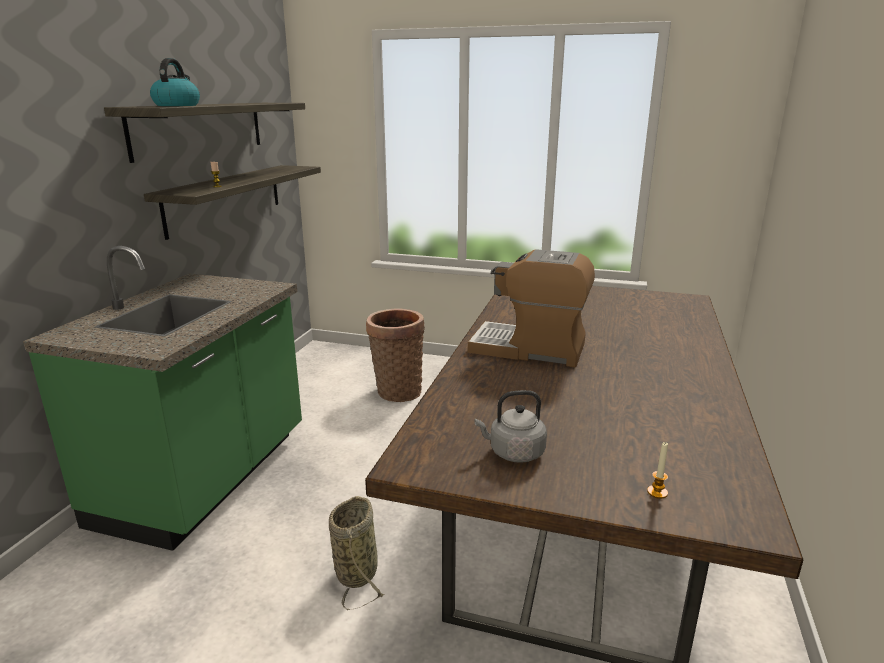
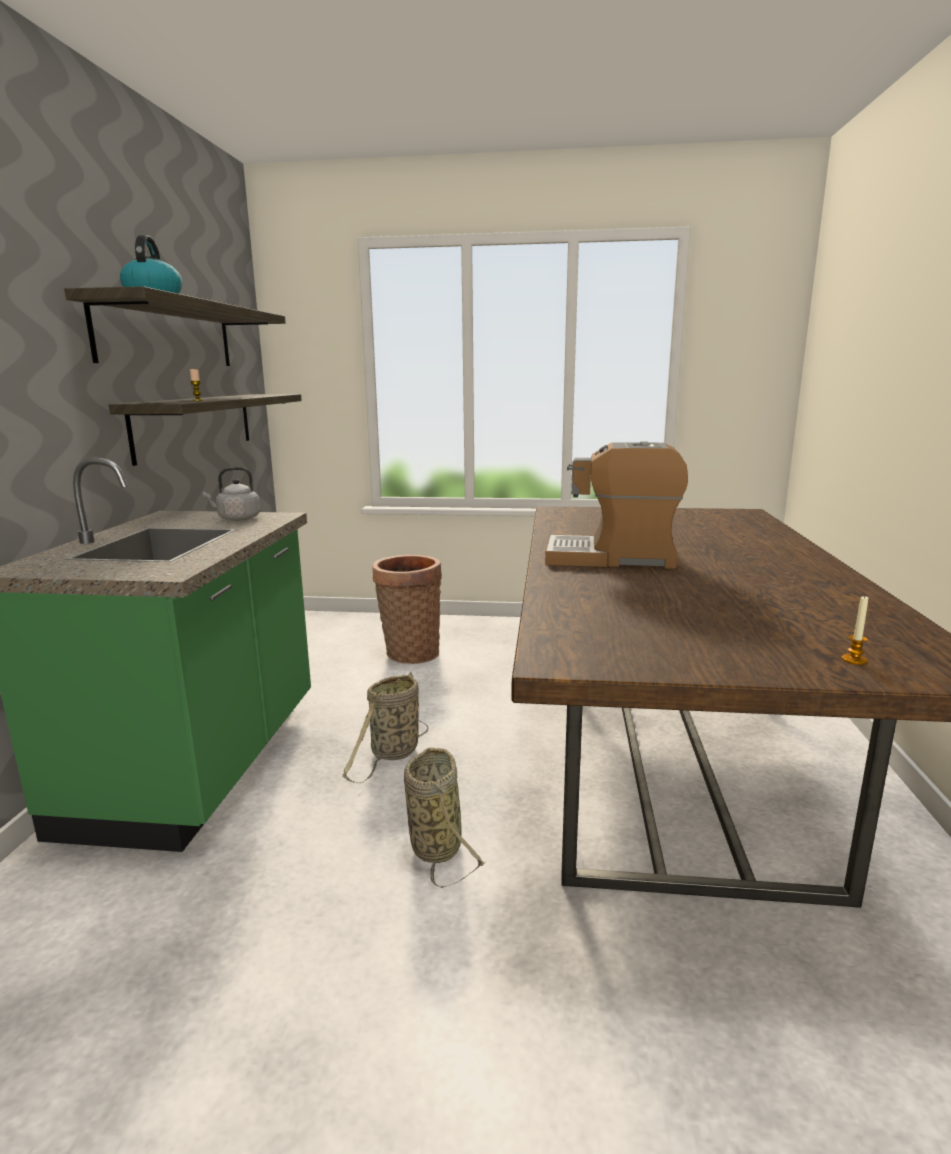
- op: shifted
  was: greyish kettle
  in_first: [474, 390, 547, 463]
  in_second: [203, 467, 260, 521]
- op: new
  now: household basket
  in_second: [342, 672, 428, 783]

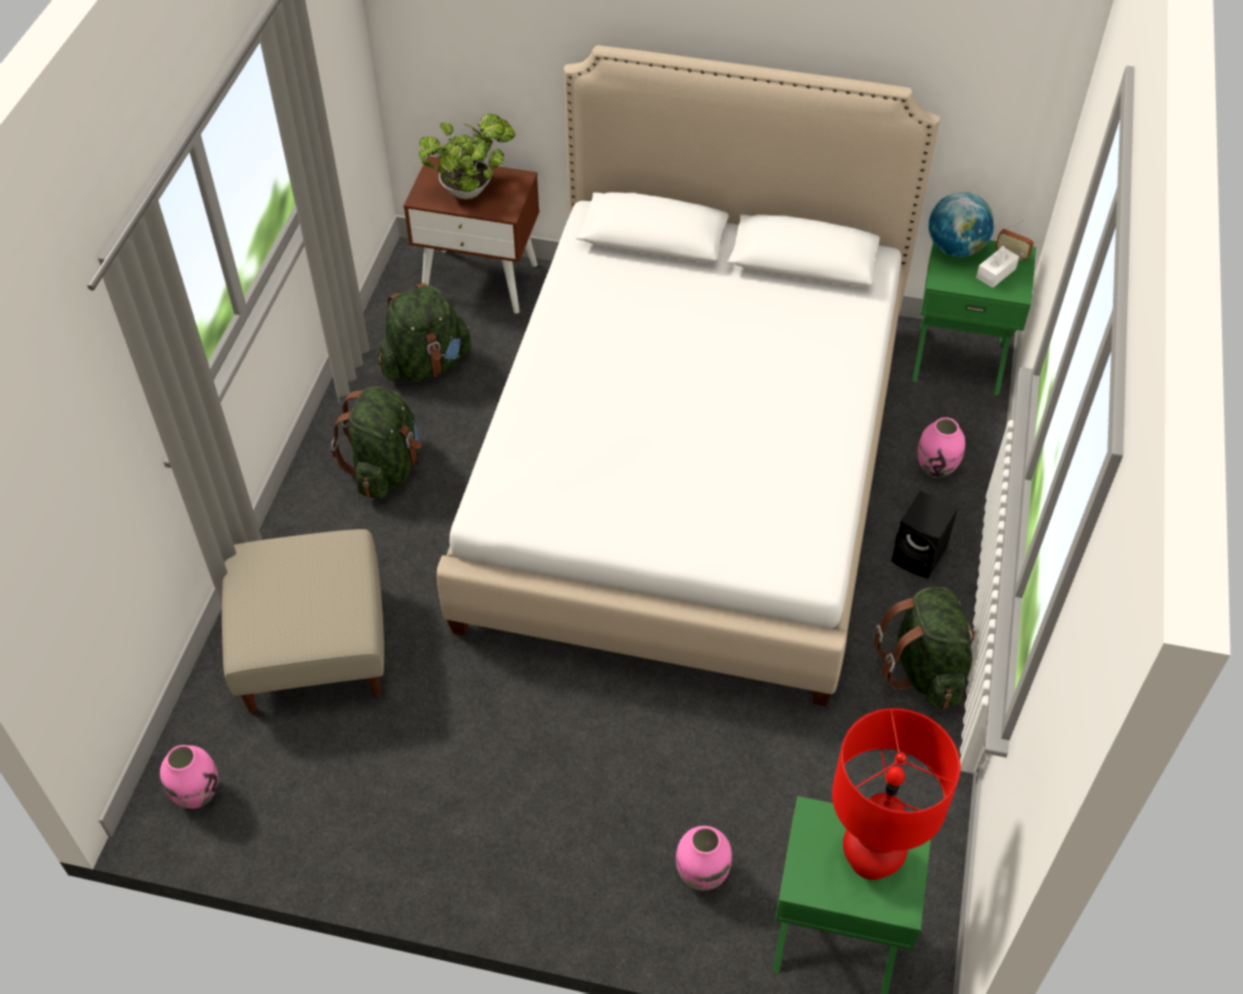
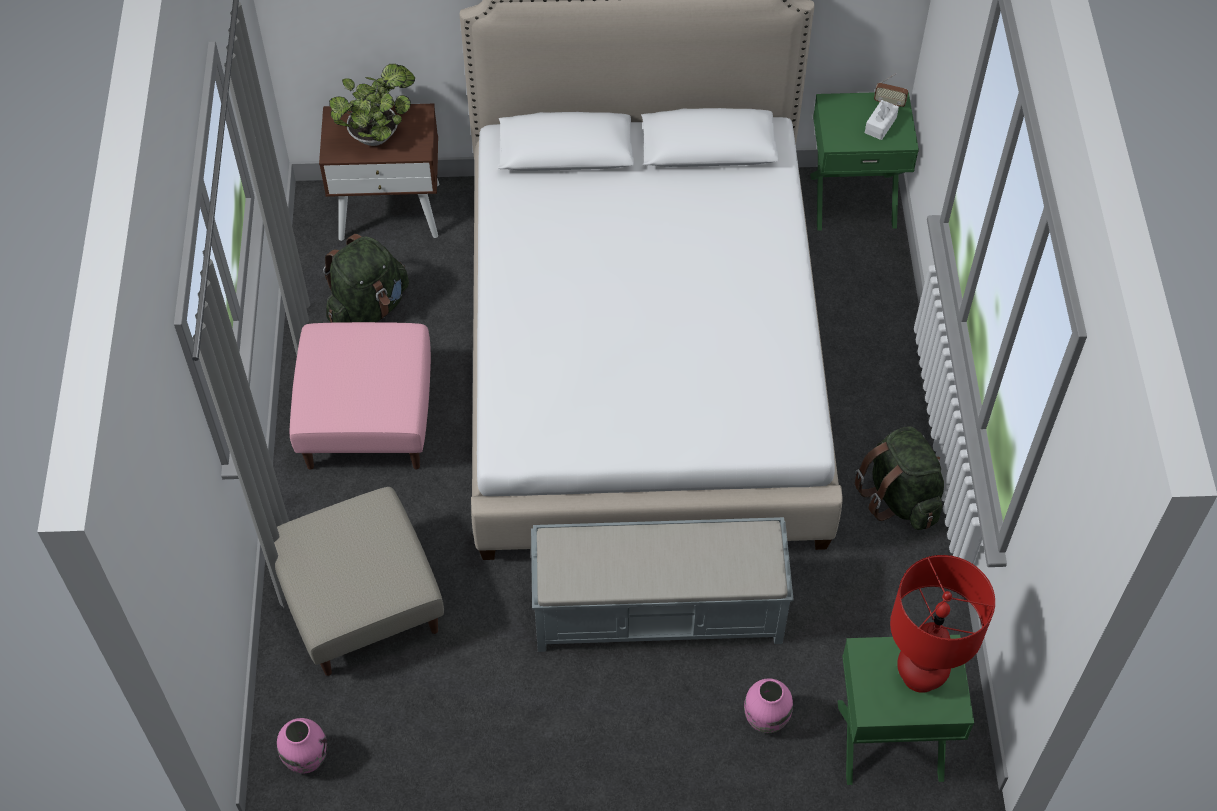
- op: swapped
  was: green rucksack
  now: pink ottoman
  in_first: [331, 387, 421, 499]
  in_second: [290, 322, 431, 470]
- op: new
  now: greyish indoor bench
  in_second: [531, 517, 794, 652]
- op: gone
  was: black-coloured audio speaker
  in_first: [891, 491, 958, 578]
- op: gone
  was: pink flower vase
  in_first: [917, 417, 965, 478]
- op: gone
  was: desk globe
  in_first: [928, 192, 994, 257]

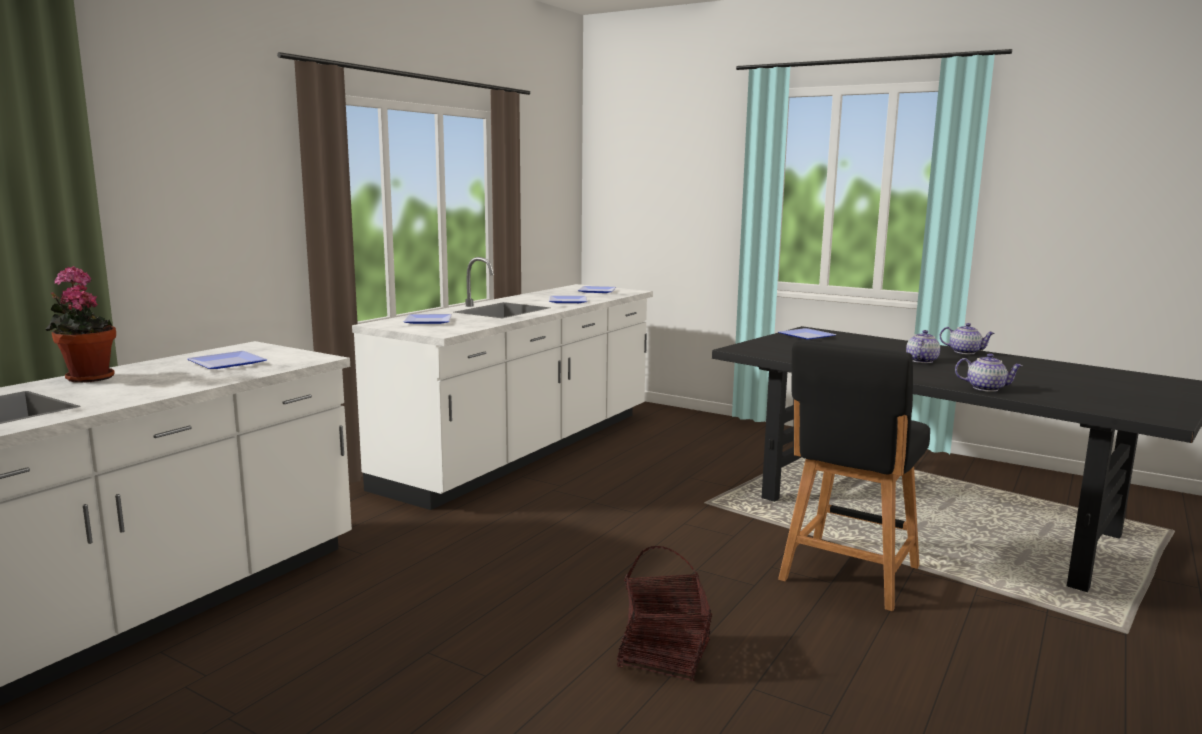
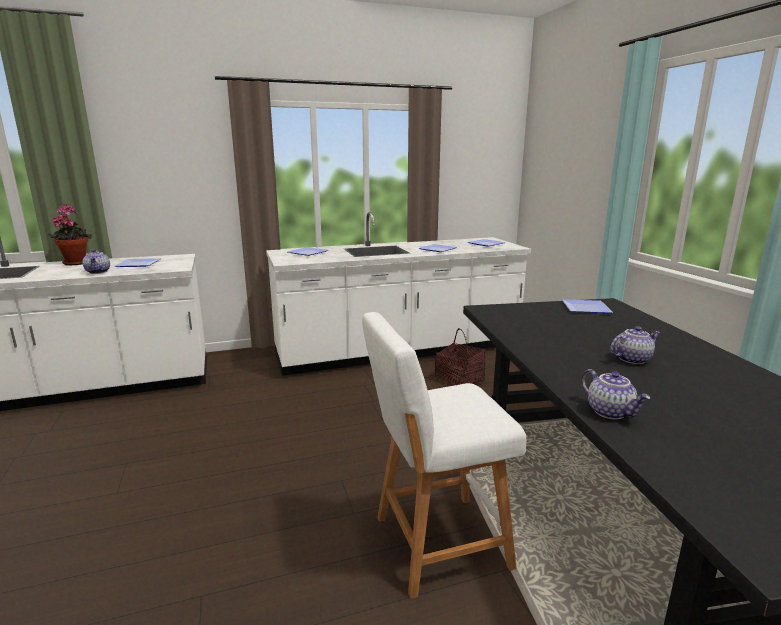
- op: shifted
  was: pot for tea
  in_first: [940, 323, 995, 354]
  in_second: [82, 249, 110, 274]
- op: repainted
  was: black-coloured sitting stool
  now: whitish sitting stool
  in_first: [778, 340, 930, 611]
  in_second: [362, 312, 527, 599]
- op: shifted
  was: household basket
  in_first: [617, 546, 713, 681]
  in_second: [435, 328, 485, 386]

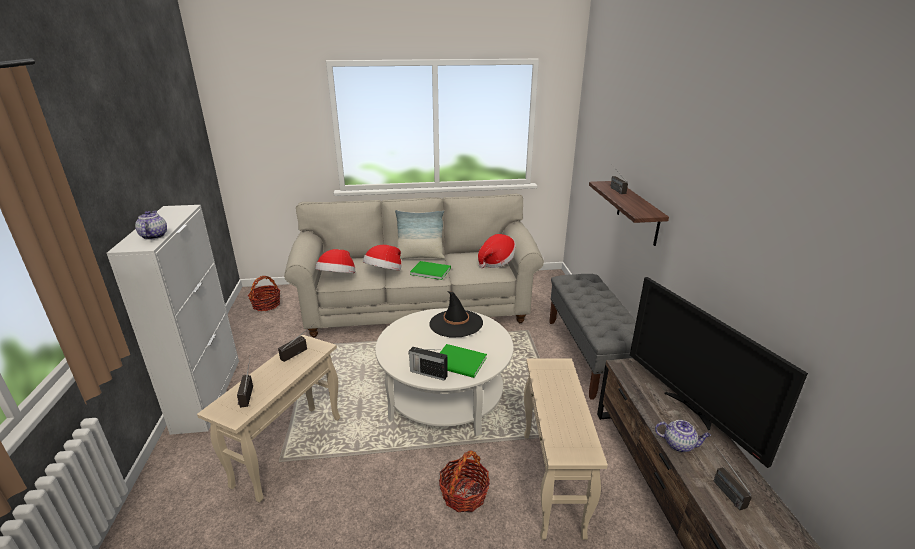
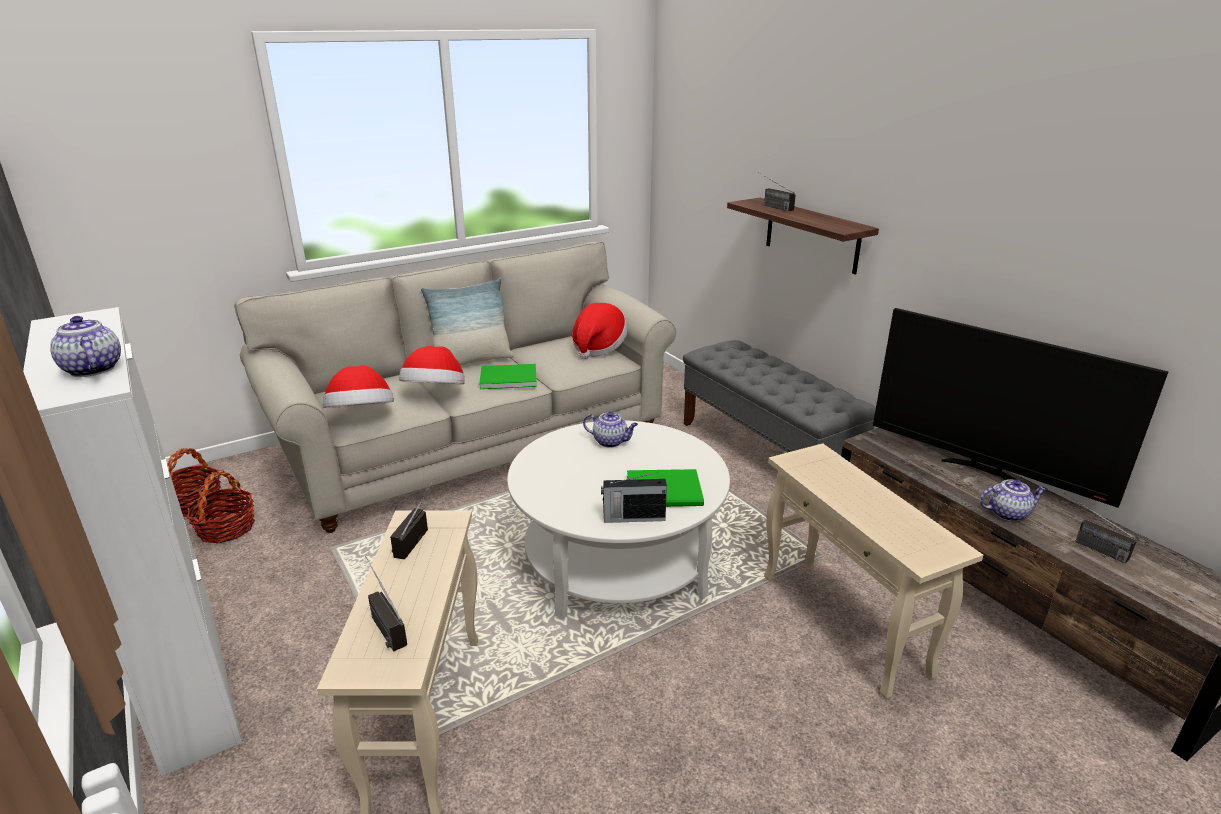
- op: shifted
  was: household basket
  in_first: [439, 450, 490, 512]
  in_second: [187, 470, 255, 543]
- op: swapped
  was: black-coloured clothing hat
  now: pot for tea
  in_first: [429, 291, 483, 337]
  in_second: [583, 411, 638, 448]

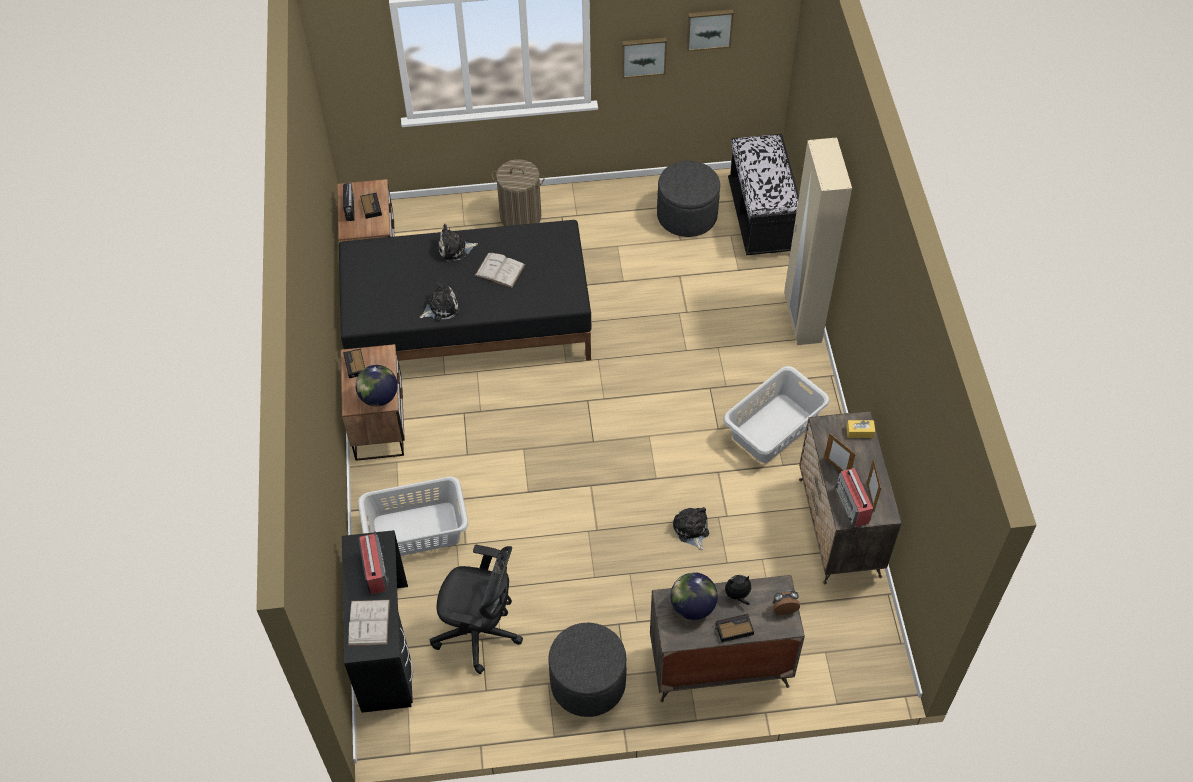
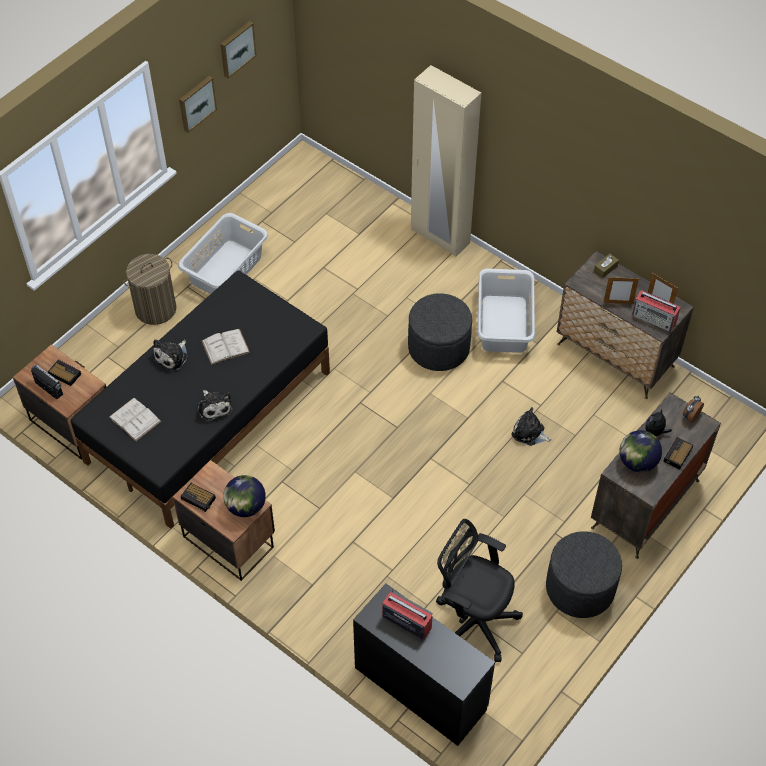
- op: shifted
  was: whitish bound book
  in_first: [348, 600, 390, 646]
  in_second: [109, 398, 161, 441]
- op: shifted
  was: greyish washing basket
  in_first: [358, 476, 468, 556]
  in_second: [178, 213, 268, 294]
- op: rotated
  was: cuddly toy
  in_first: [420, 281, 460, 321]
  in_second: [197, 390, 233, 422]
  clockwise: 135
- op: shifted
  was: greyish ottoman
  in_first: [657, 161, 720, 237]
  in_second: [408, 293, 472, 371]
- op: rotated
  was: black-coloured desk chair
  in_first: [430, 545, 523, 674]
  in_second: [436, 519, 523, 662]
  clockwise: -120
- op: repainted
  was: yellow-coloured tissue box
  now: brown-coloured tissue box
  in_first: [846, 420, 875, 438]
  in_second: [594, 253, 619, 278]
- op: gone
  was: black-coloured indoor bench
  in_first: [728, 134, 799, 255]

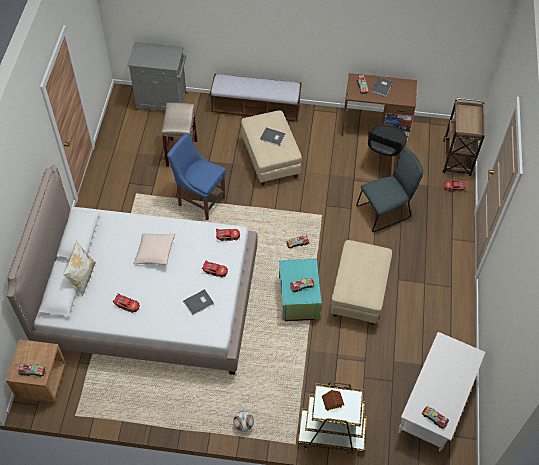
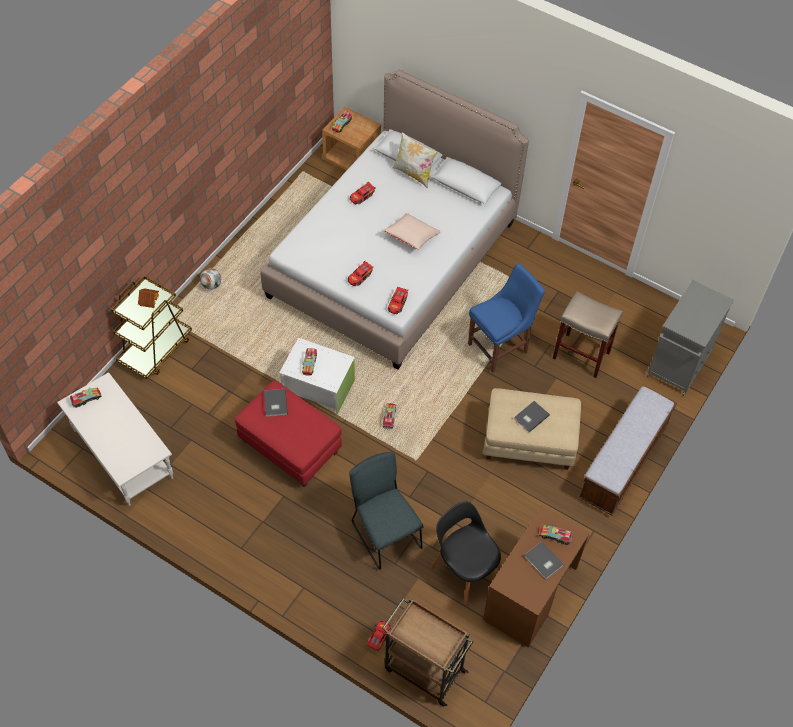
- op: repainted
  was: sand-coloured ottoman
  now: red-coloured ottoman
  in_first: [331, 240, 392, 325]
  in_second: [235, 381, 342, 487]
- op: shifted
  was: greyish bound book
  in_first: [183, 289, 214, 315]
  in_second: [264, 389, 288, 417]
- op: repainted
  was: turquoise storage box
  now: whitish storage box
  in_first: [279, 259, 322, 321]
  in_second: [279, 338, 355, 415]
- op: rotated
  was: greyish chair
  in_first: [356, 147, 424, 232]
  in_second: [349, 452, 424, 570]
  clockwise: 150

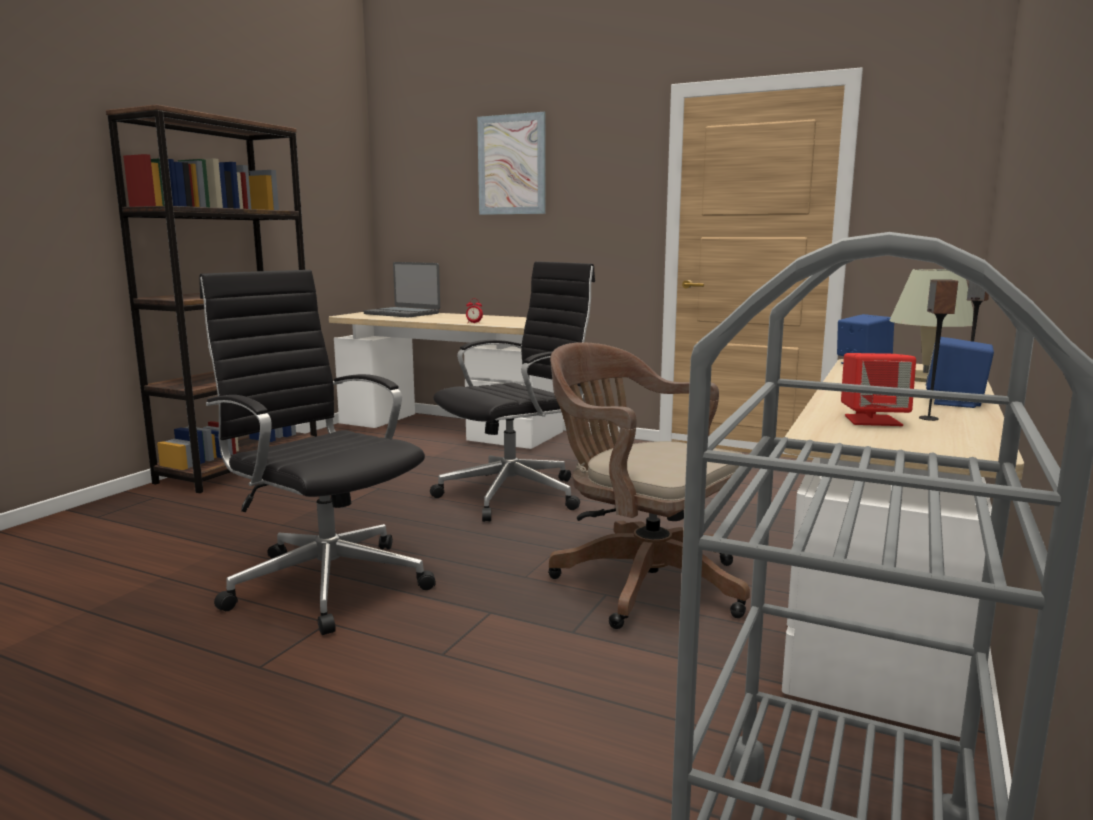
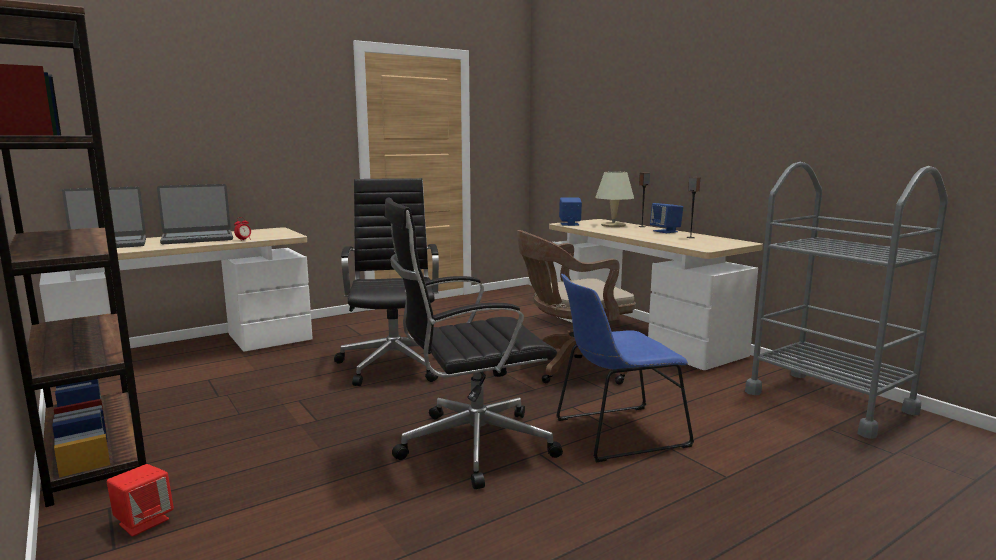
- op: shifted
  was: red-coloured audio speaker
  in_first: [841, 353, 916, 426]
  in_second: [107, 464, 174, 537]
- op: new
  now: notebook computer
  in_second: [157, 184, 233, 244]
- op: new
  now: blue-coloured chair
  in_second: [556, 274, 694, 462]
- op: gone
  was: picture
  in_first: [477, 112, 546, 215]

